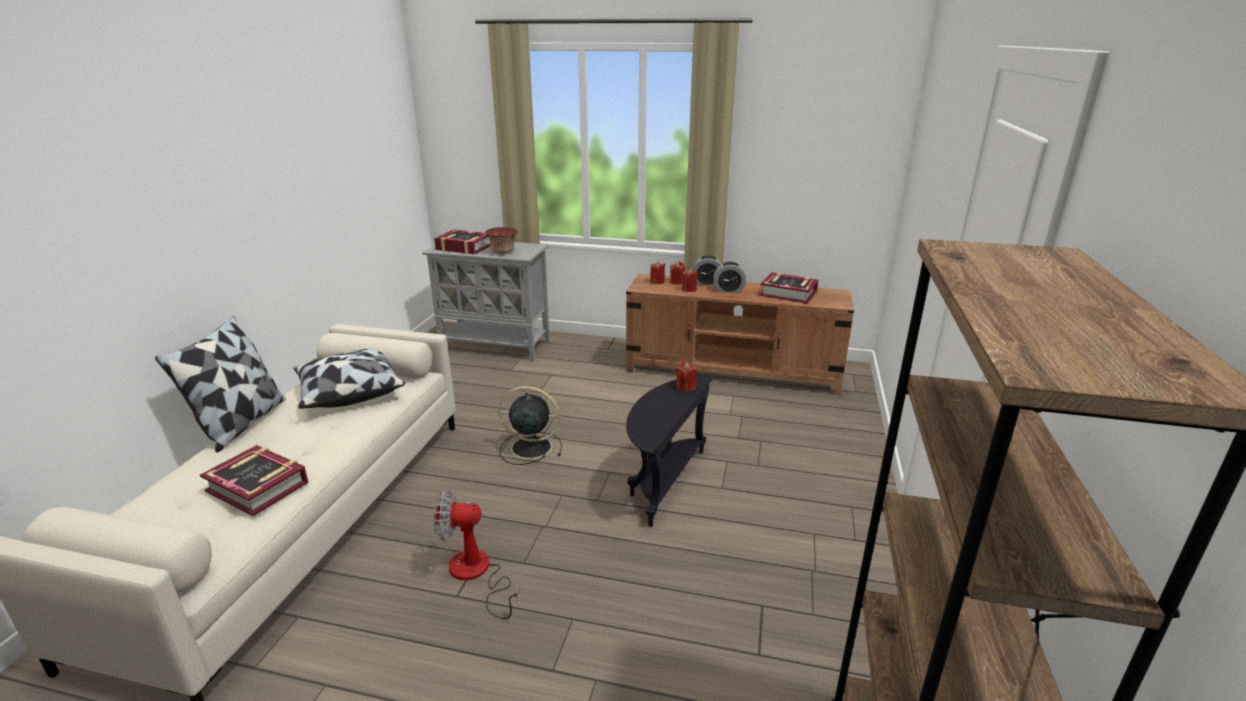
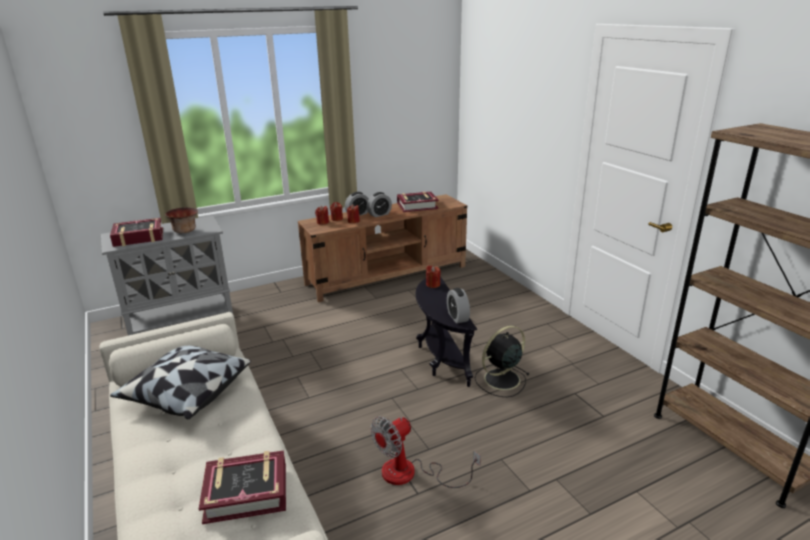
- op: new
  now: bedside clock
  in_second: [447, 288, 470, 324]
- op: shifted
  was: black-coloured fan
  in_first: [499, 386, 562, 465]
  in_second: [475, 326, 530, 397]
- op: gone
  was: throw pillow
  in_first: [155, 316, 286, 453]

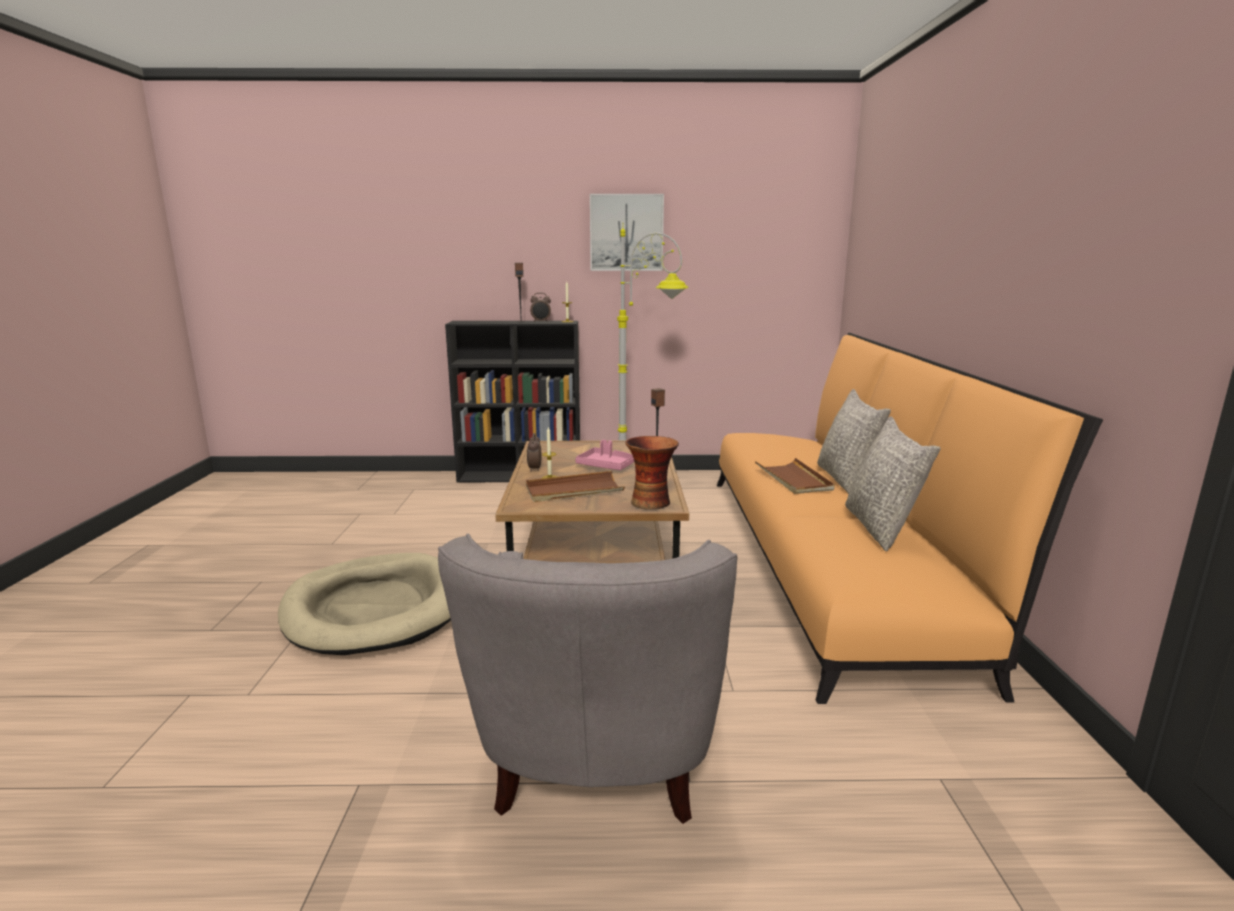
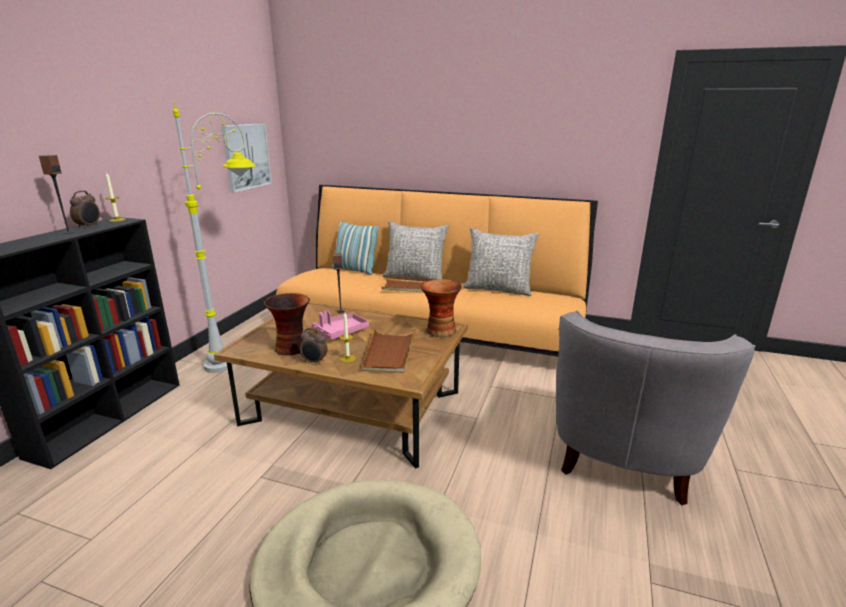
- op: shifted
  was: picture
  in_first: [590, 194, 664, 271]
  in_second: [221, 123, 272, 192]
- op: new
  now: flower vase
  in_second: [264, 293, 310, 355]
- op: new
  now: throw pillow
  in_second: [331, 222, 379, 275]
- op: rotated
  was: greyish easy chair
  in_first: [438, 533, 737, 824]
  in_second: [556, 311, 755, 505]
  clockwise: 90

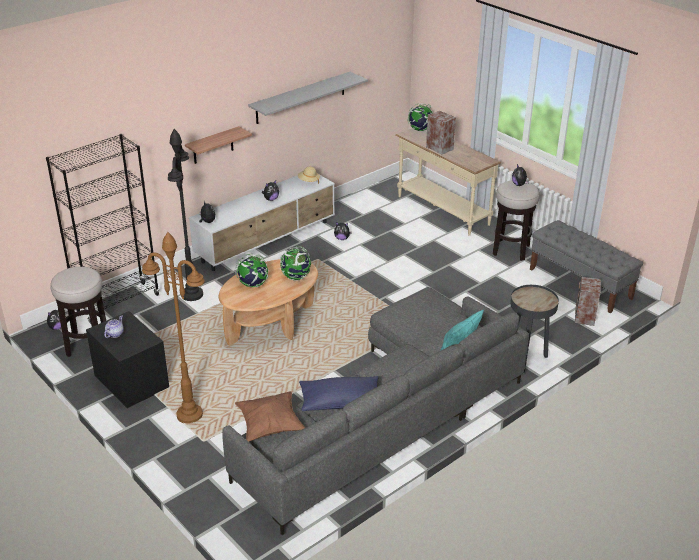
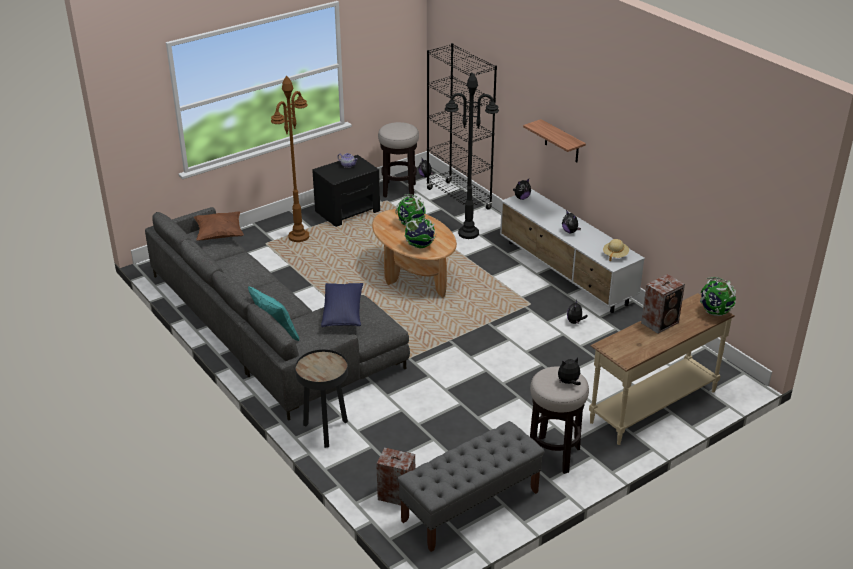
- op: shifted
  was: blue-coloured throw pillow
  in_first: [299, 376, 378, 411]
  in_second: [321, 283, 363, 327]
- op: gone
  was: greyish wall shelf
  in_first: [248, 72, 368, 124]

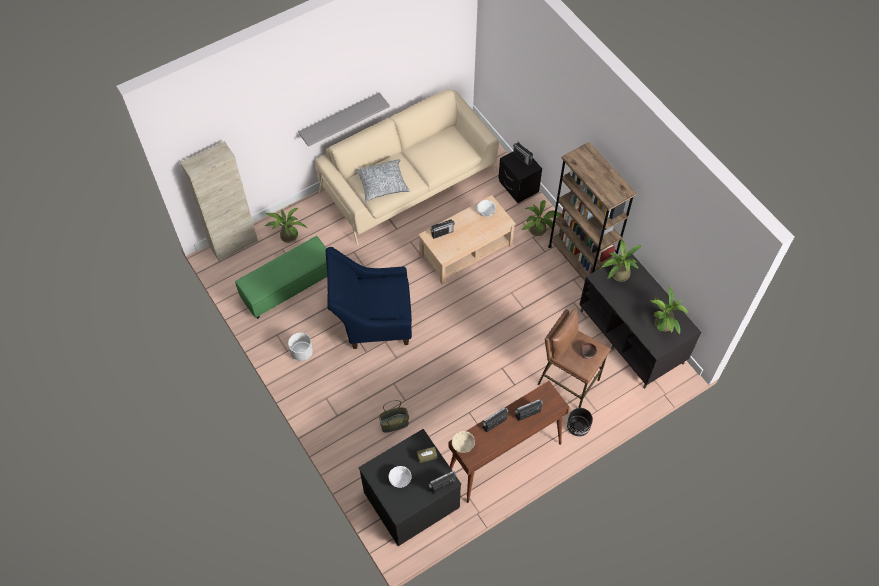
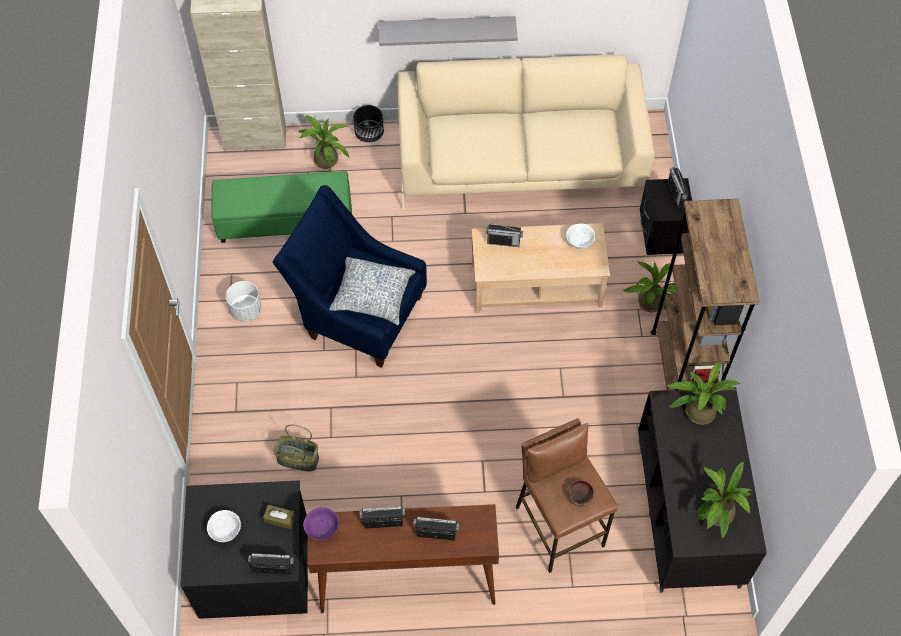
- op: repainted
  was: sand-coloured bowl
  now: purple bowl
  in_first: [452, 431, 475, 453]
  in_second: [303, 507, 339, 540]
- op: shifted
  was: throw pillow
  in_first: [355, 159, 410, 202]
  in_second: [329, 257, 416, 325]
- op: shifted
  was: black-coloured plant pot
  in_first: [567, 408, 593, 437]
  in_second: [353, 105, 384, 142]

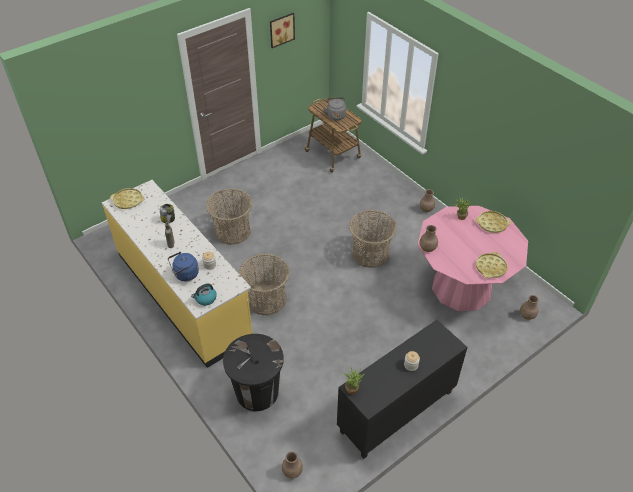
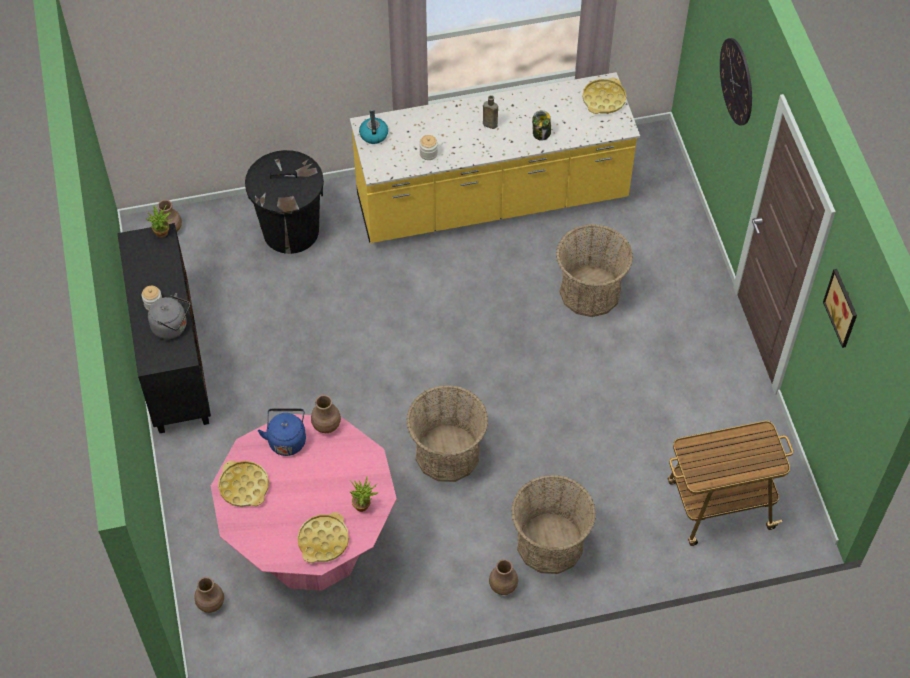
- op: shifted
  was: greyish kettle
  in_first: [323, 97, 346, 120]
  in_second: [148, 293, 190, 339]
- op: shifted
  was: blue-coloured kettle
  in_first: [168, 252, 199, 281]
  in_second: [258, 408, 306, 456]
- op: shifted
  was: household basket
  in_first: [239, 254, 290, 315]
  in_second: [511, 475, 596, 574]
- op: new
  now: wall clock
  in_second: [720, 38, 752, 126]

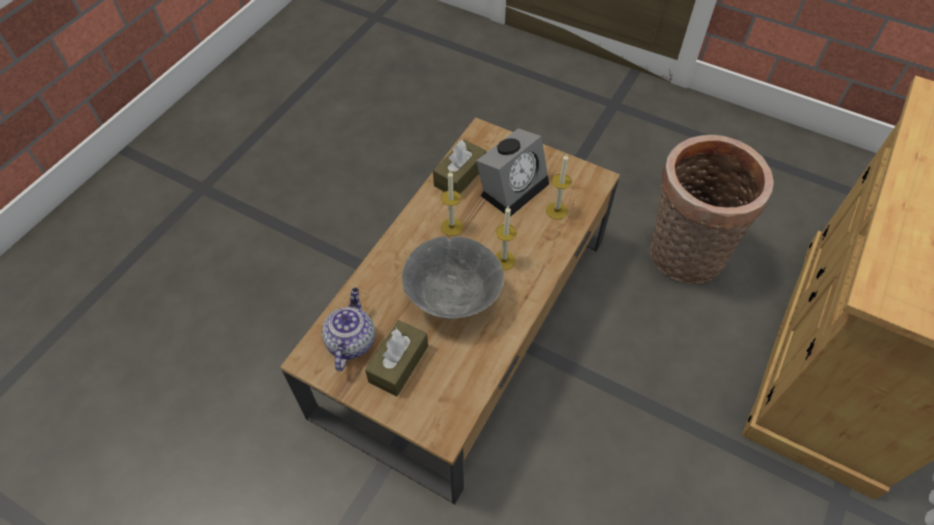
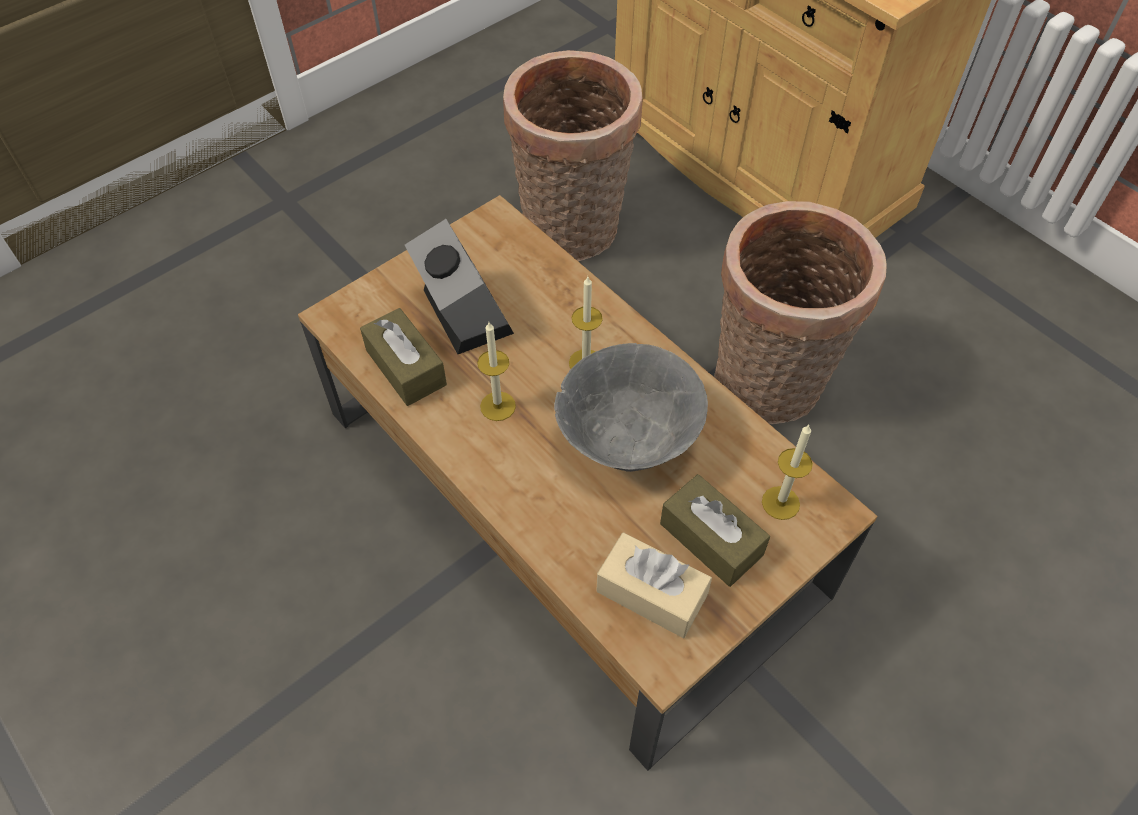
- op: swapped
  was: pot for tea
  now: sand-coloured tissue box
  in_first: [322, 288, 375, 371]
  in_second: [596, 532, 712, 638]
- op: new
  now: household basket
  in_second: [714, 201, 887, 424]
- op: shifted
  was: candle
  in_first: [546, 153, 572, 220]
  in_second: [762, 425, 813, 520]

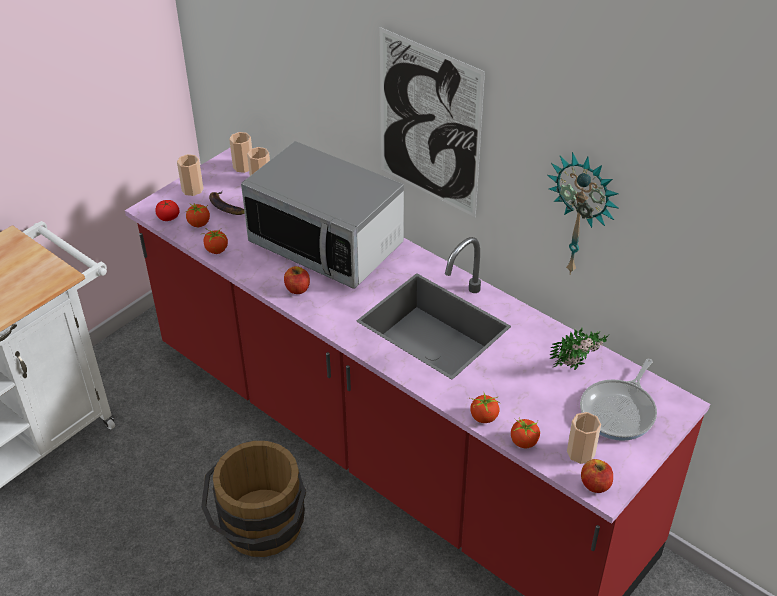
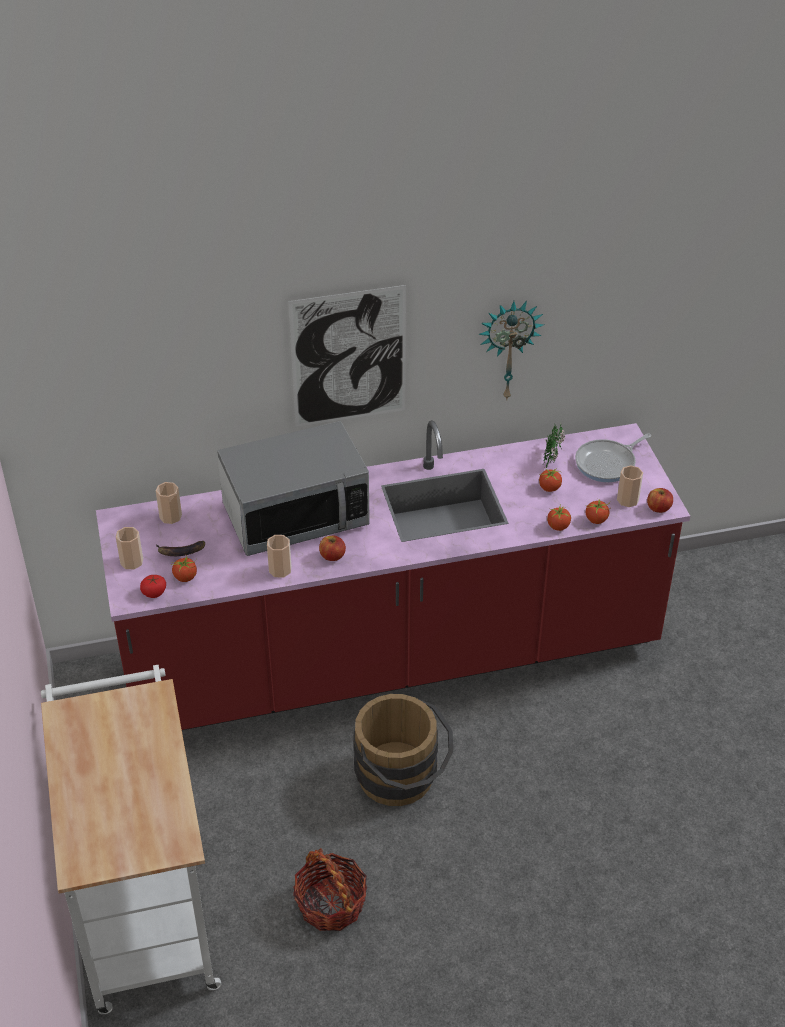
- op: shifted
  was: small cup
  in_first: [229, 132, 252, 173]
  in_second: [267, 535, 291, 578]
- op: new
  now: household basket
  in_second: [293, 848, 367, 931]
- op: shifted
  was: tomato
  in_first: [202, 227, 228, 254]
  in_second: [539, 468, 562, 492]
- op: rotated
  was: skillet
  in_first: [580, 359, 657, 441]
  in_second: [575, 433, 651, 482]
  clockwise: 75

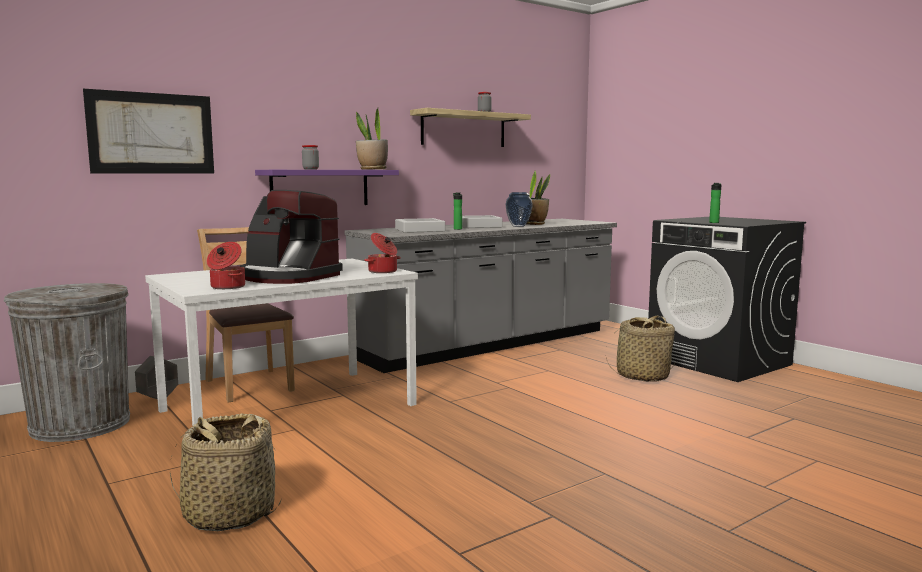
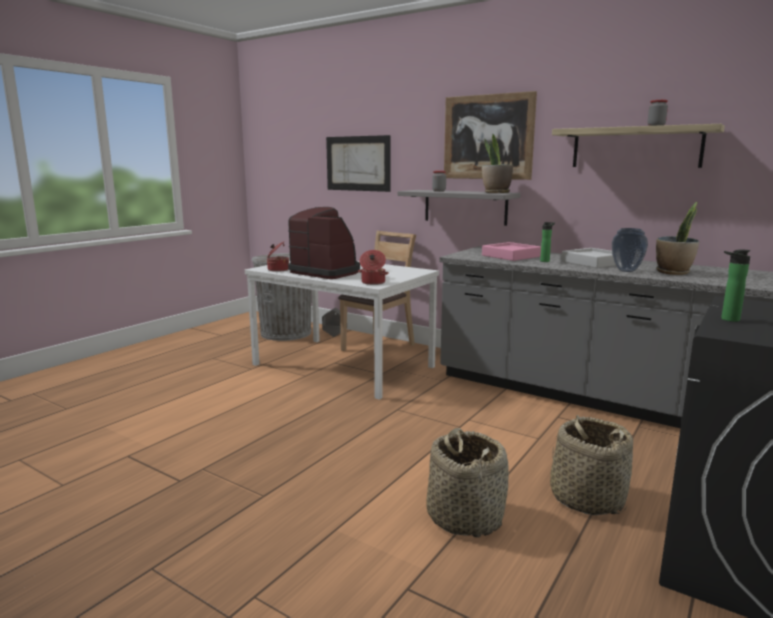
- op: rotated
  was: coffee machine
  in_first: [240, 190, 343, 284]
  in_second: [288, 207, 360, 279]
  clockwise: 120
- op: repainted
  was: purple wall shelf
  now: greyish wall shelf
  in_first: [255, 170, 399, 205]
  in_second: [397, 190, 520, 226]
- op: shifted
  was: household basket
  in_first: [170, 413, 282, 531]
  in_second: [426, 428, 509, 538]
- op: new
  now: picture
  in_second: [444, 91, 537, 180]
- op: repainted
  was: greyish carrying tray
  now: pink carrying tray
  in_first: [395, 218, 445, 233]
  in_second: [482, 242, 541, 261]

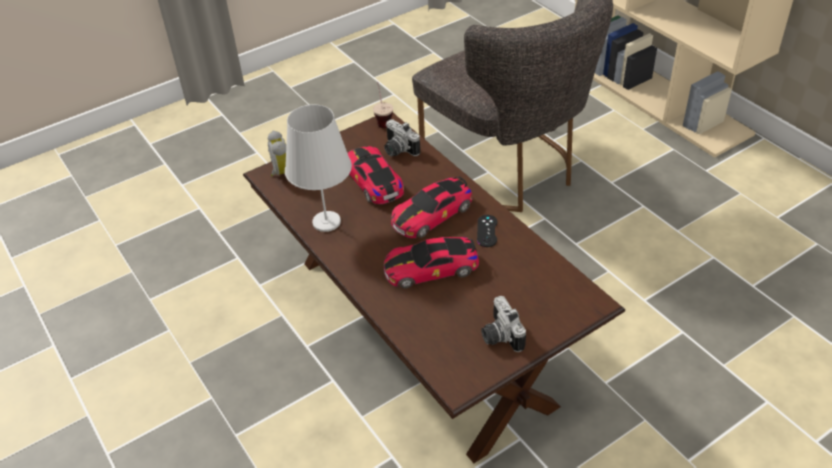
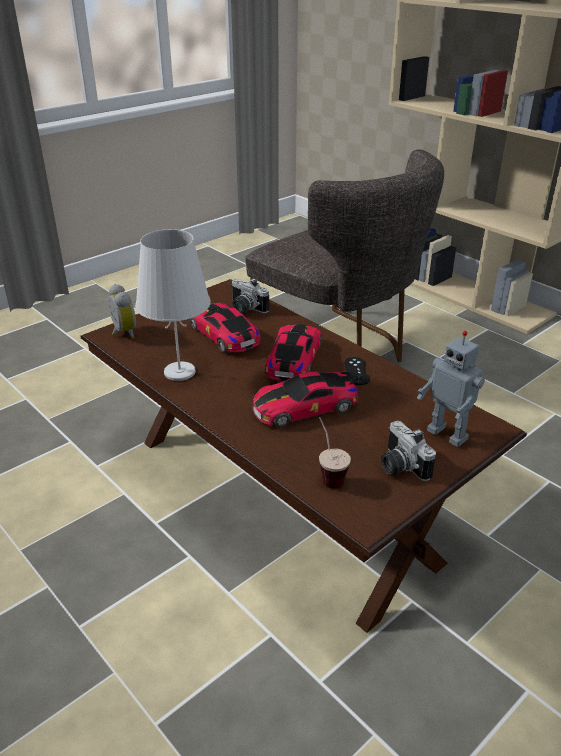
- op: rotated
  was: miniature car
  in_first: [391, 177, 472, 238]
  in_second: [265, 324, 322, 381]
  clockwise: 150
- op: shifted
  was: small cup
  in_first: [373, 82, 393, 128]
  in_second: [319, 417, 351, 488]
- op: new
  now: toy robot
  in_second: [417, 331, 485, 447]

